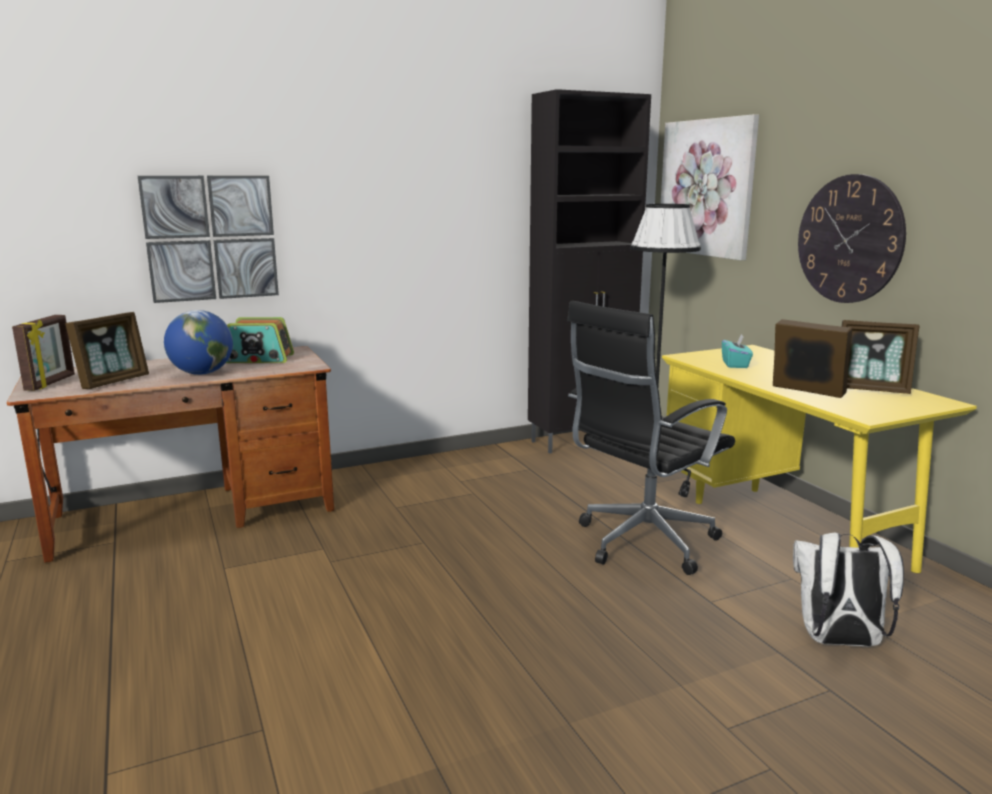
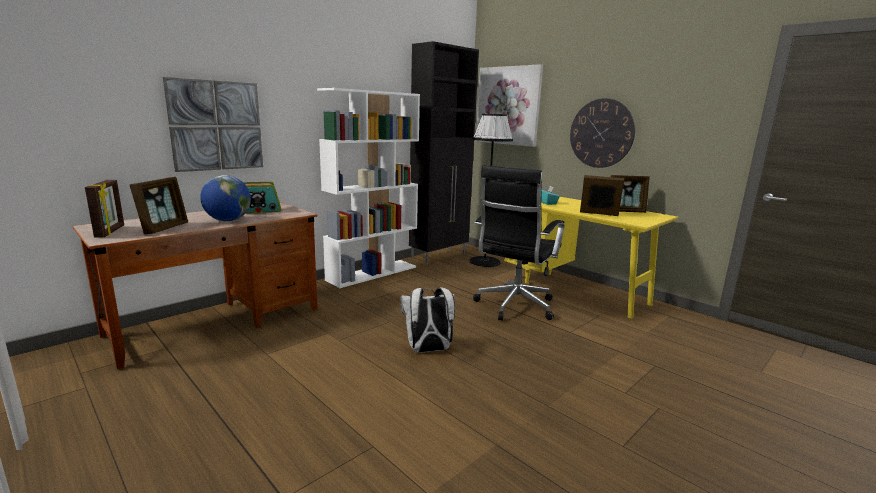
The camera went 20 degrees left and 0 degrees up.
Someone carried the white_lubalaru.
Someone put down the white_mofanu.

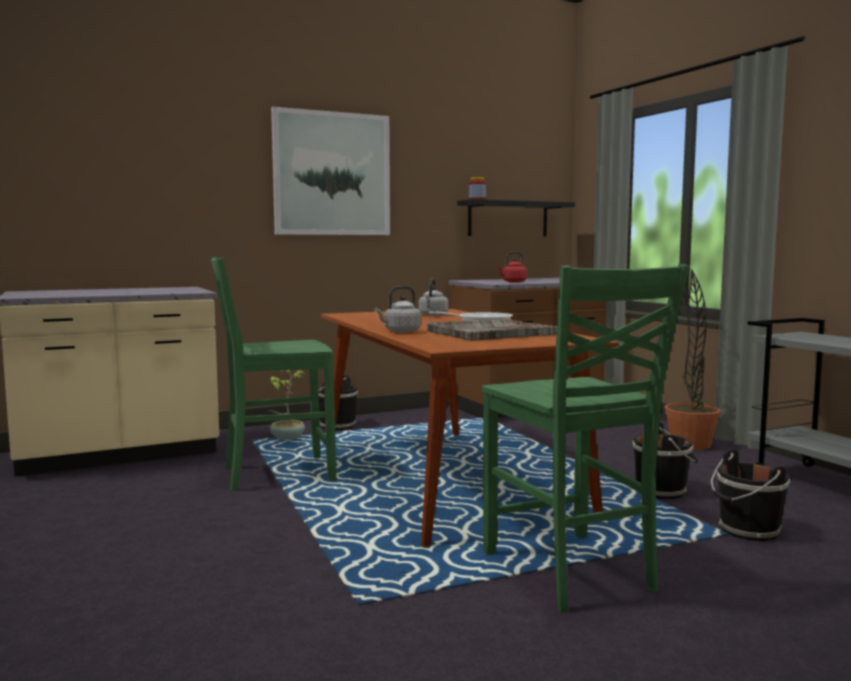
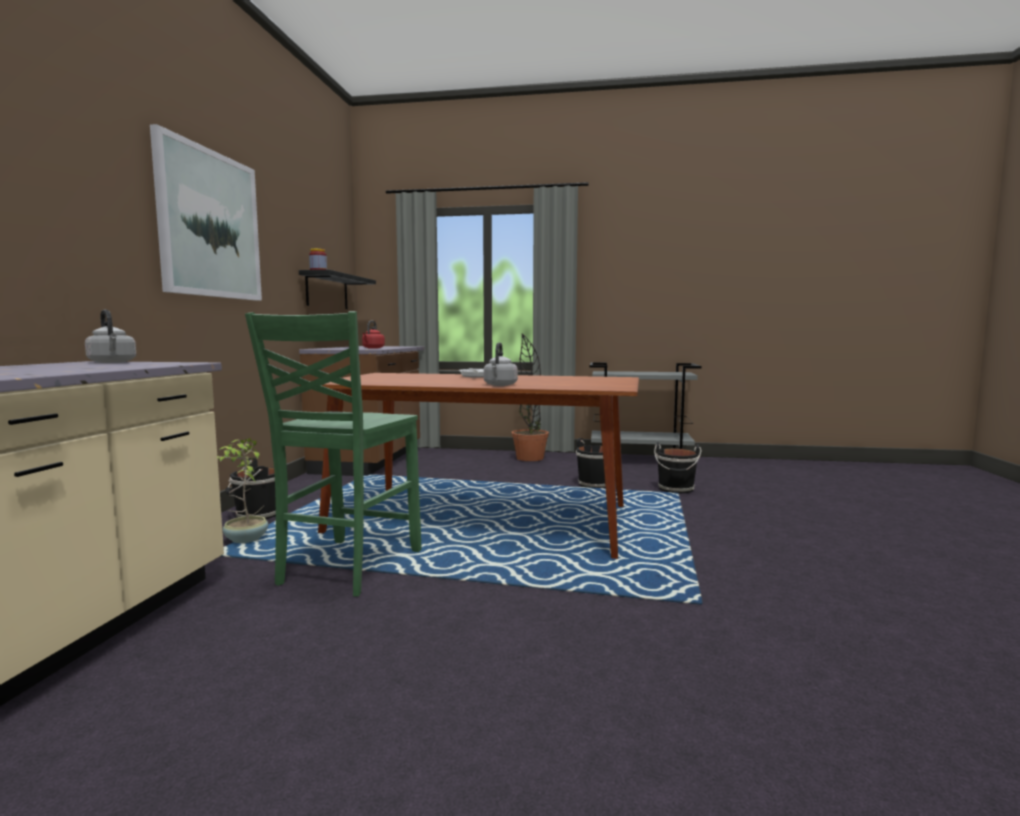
The camera went 55 degrees left and 0 degrees up.
Someone took away the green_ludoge (no. 2 from left).
Someone carried the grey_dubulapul (no. 2 from left in the first image).
Someone took away the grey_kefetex.

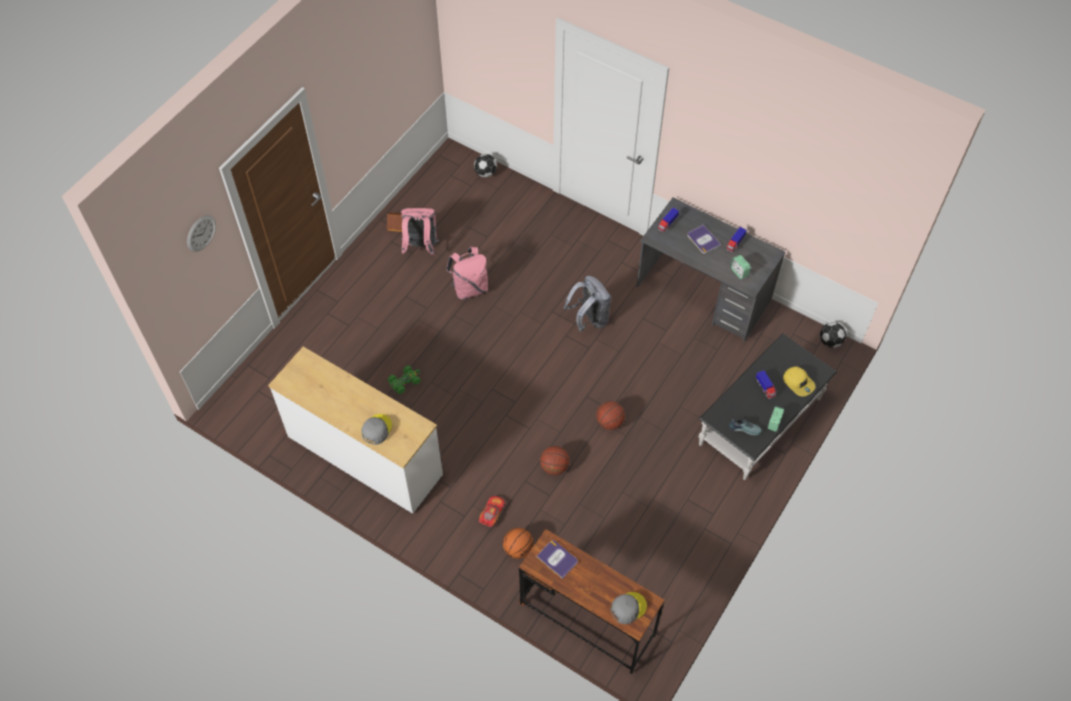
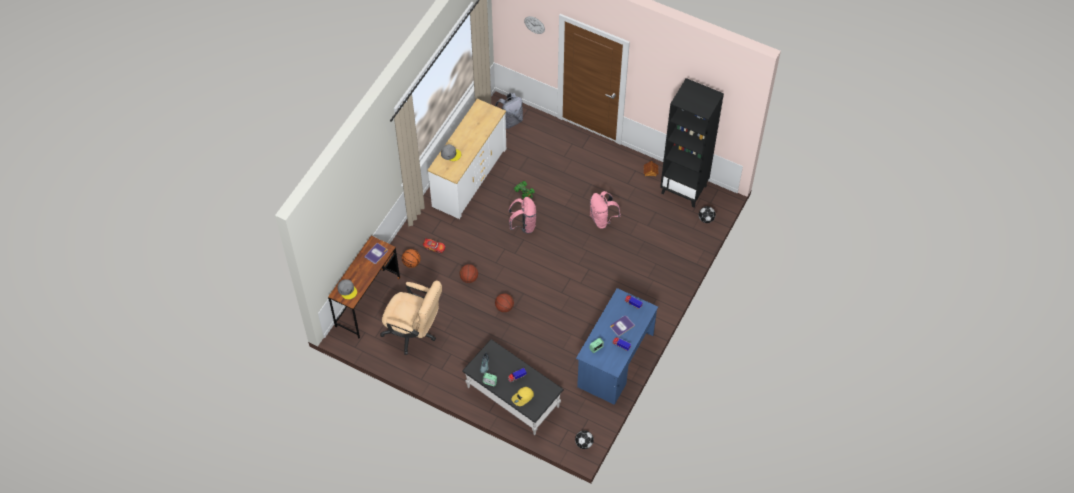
The camera went 85 degrees right and 0 degrees up.
Someone repainted the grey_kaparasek, which became the blue_kaparasek.
Someone carried the pink_lubalaru (no. 1 from left).
Someone carried the grey_lubalaru.
Someone put down the black_mofanu.
Someone put down the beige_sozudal.

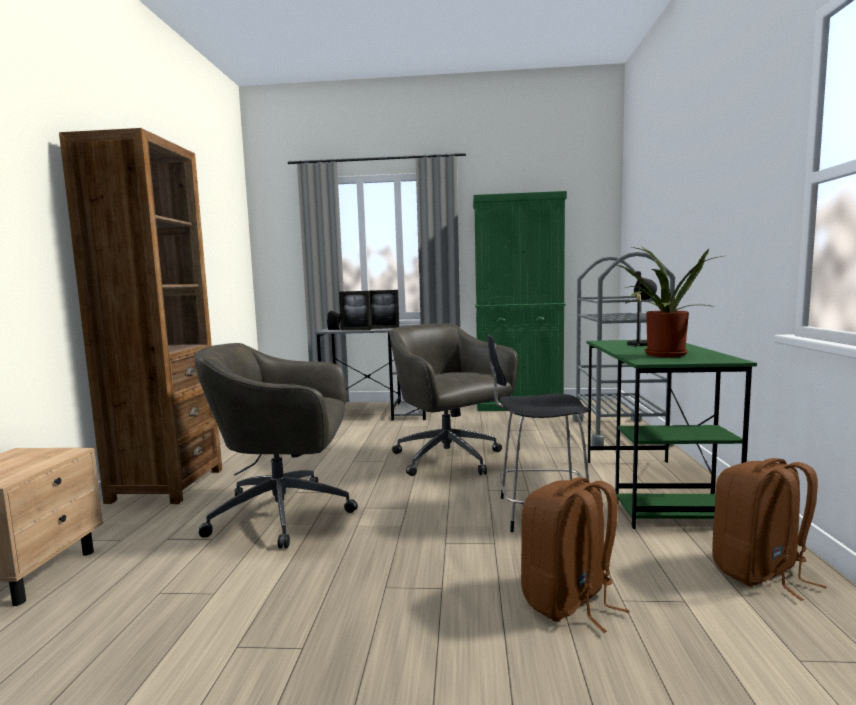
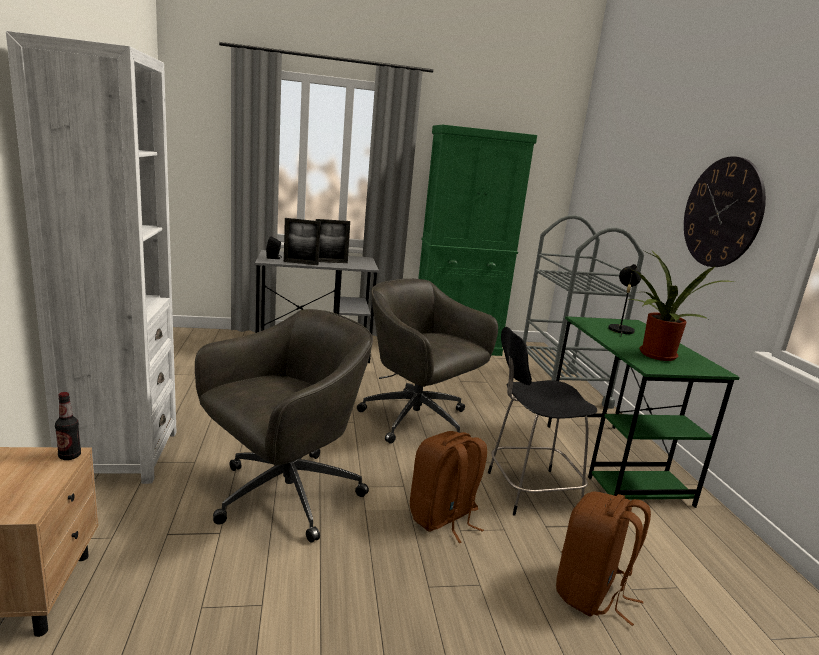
The camera went 15 degrees left and 10 degrees up.
Someone repainted the brown_mofanu, which became the white_mofanu.
Someone rotated the grey_sozudal (no. 1 from left) by 150 degrees clockwise.
Someone carried the brown_lubalaru (no. 2 from left in the first image).
Someone put up the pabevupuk.
Someone put down the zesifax.

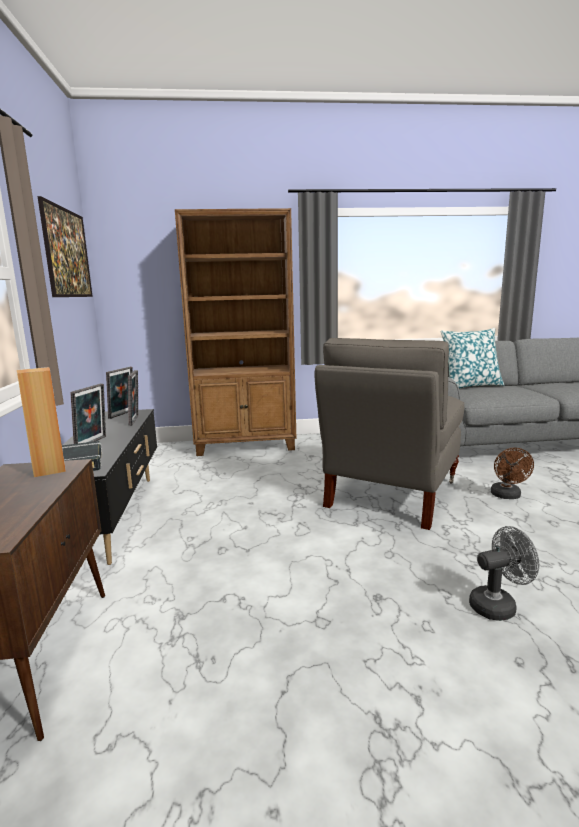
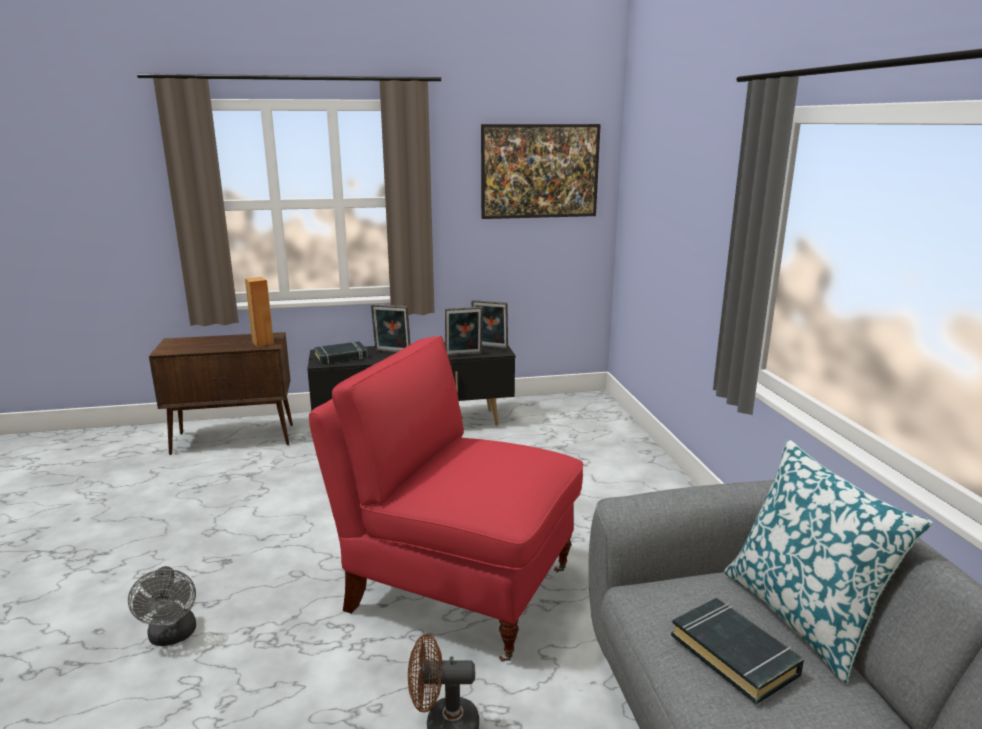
The camera went 85 degrees right and 5 degrees up.
Someone took away the brown_mofanu.
Someone repainted the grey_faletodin, which became the red_faletodin.
Someone put down the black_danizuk (no. 2 from left).

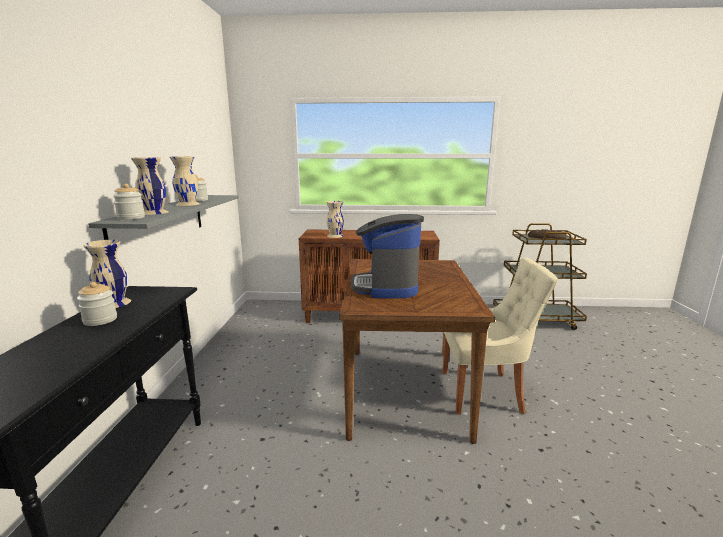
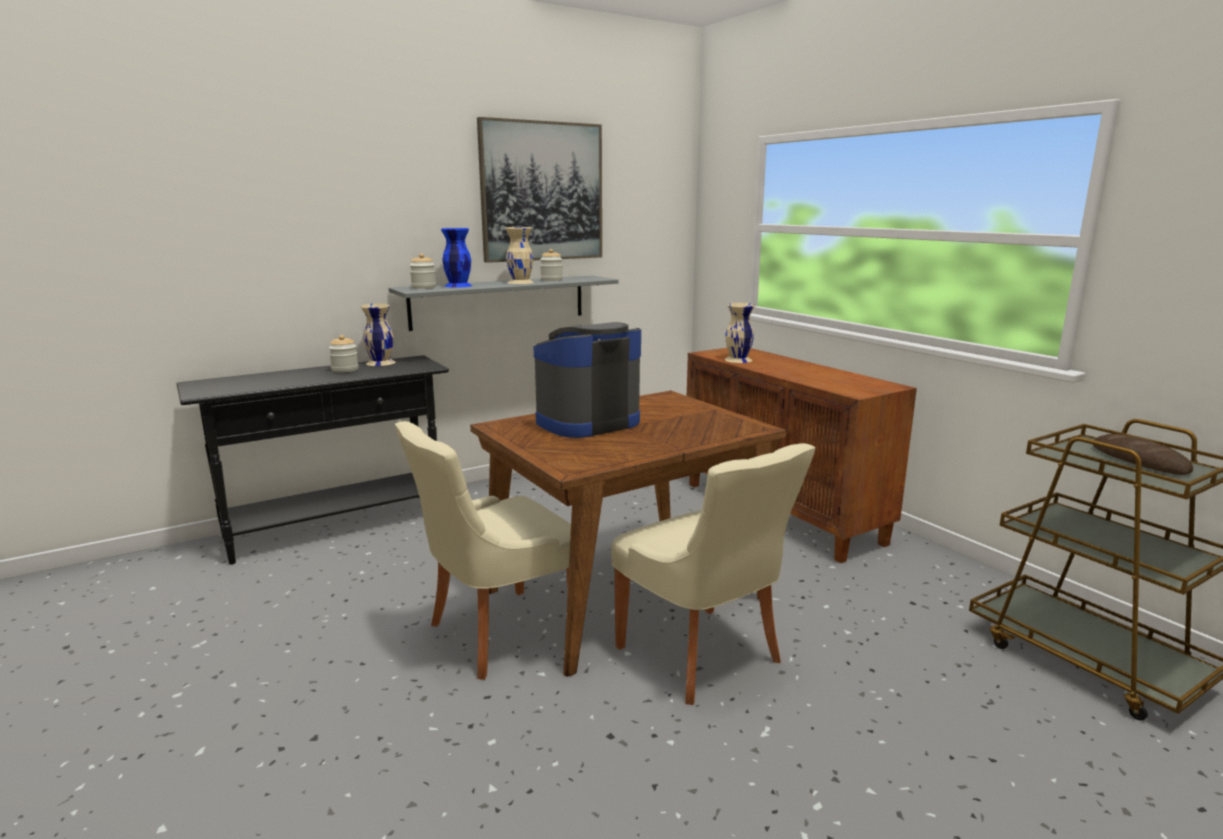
The camera went 55 degrees right and 0 degrees up.
Someone repainted the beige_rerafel (no. 2 from left), which became the blue_rerafel.
Someone put up the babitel.
Someone put down the beige_ludoge (no. 1 from left).

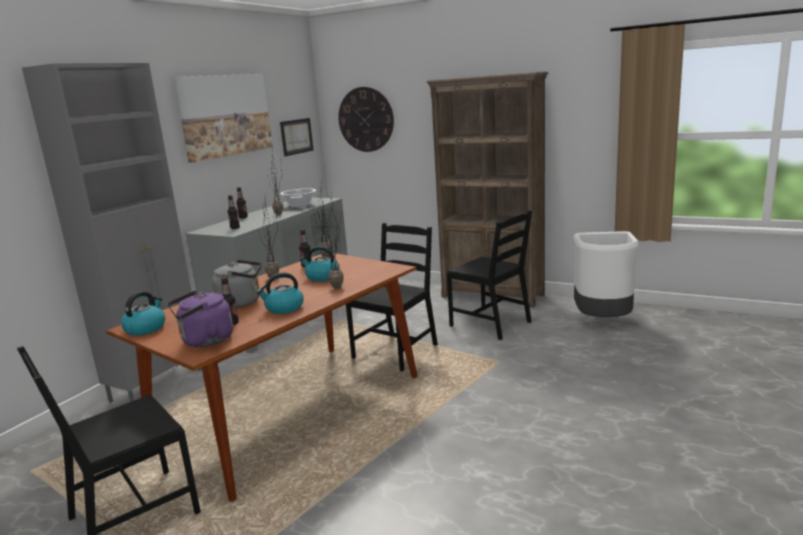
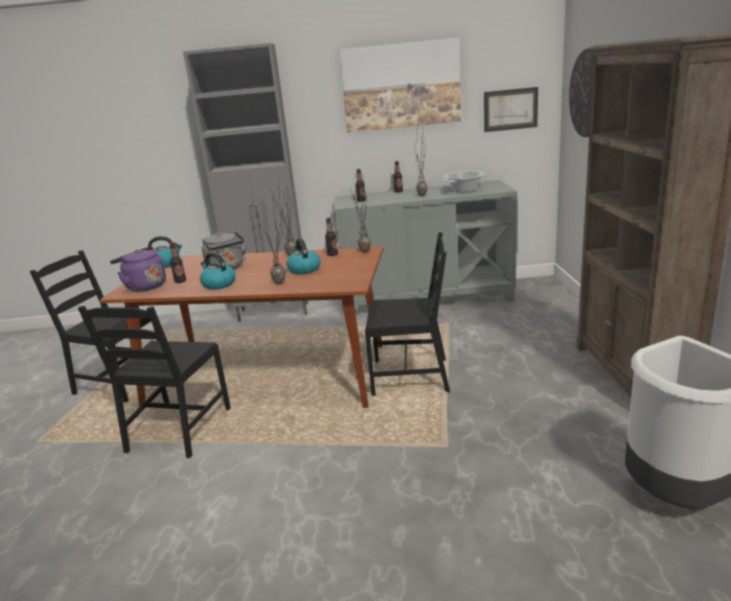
The camera went 60 degrees right and 5 degrees up.
Someone carried the black_ludoge (no. 3 from left in the first image).

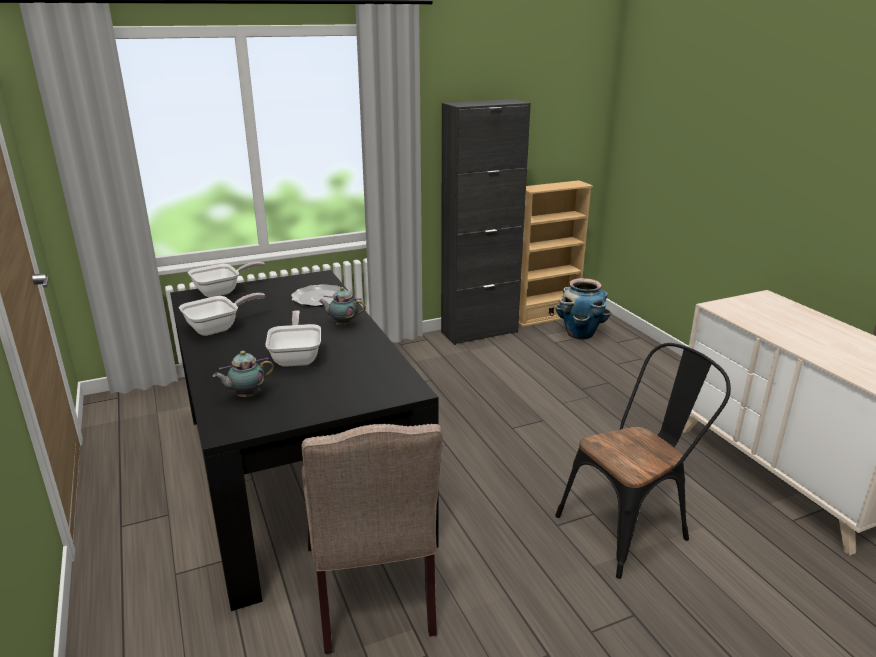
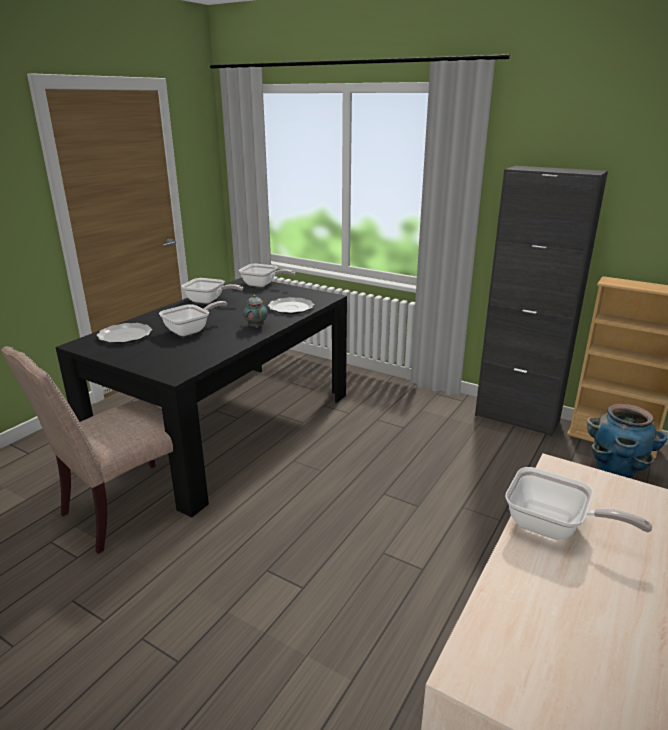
The camera went 55 degrees right and 0 degrees up.
Someone took away the black_ludoge.
Someone swapped the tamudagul (no. 1 from left) for the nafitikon (no. 1 from left).
Someone put down the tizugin (no. 4 from left).

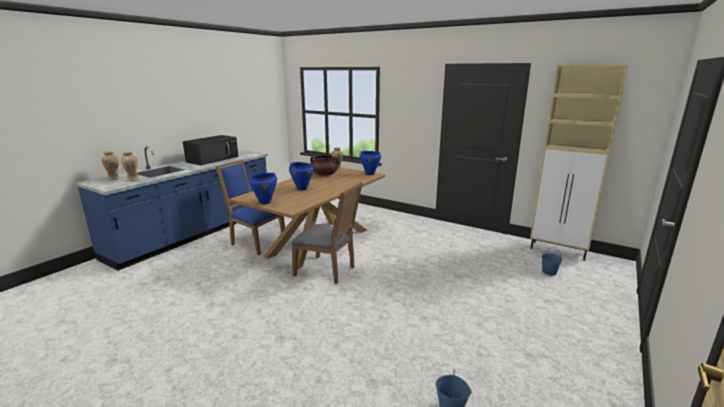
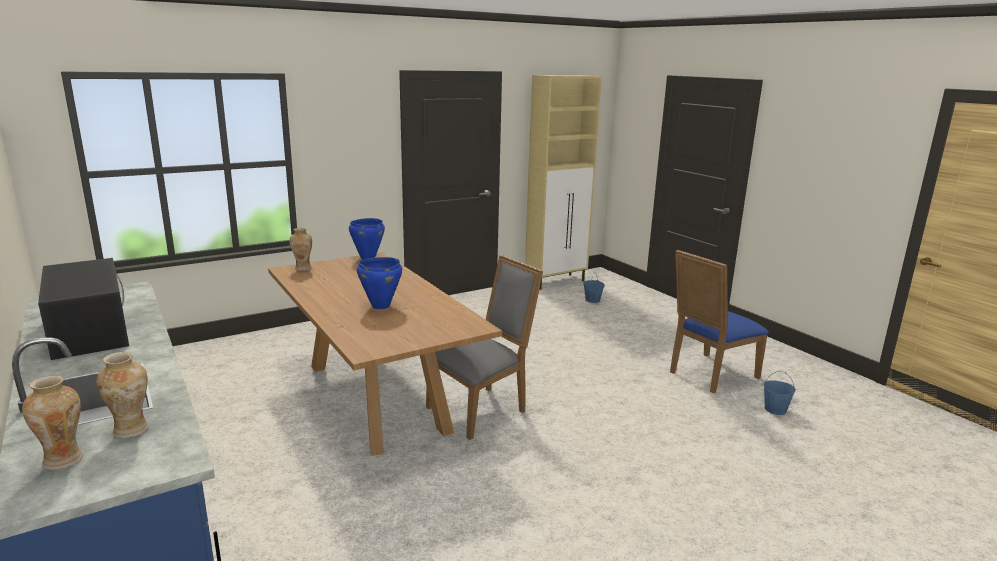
The camera went 65 degrees left and 0 degrees up.
Someone took away the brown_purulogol.
Someone carried the blue_ludoge.
Someone took away the blue_purulogol (no. 1 from left).

